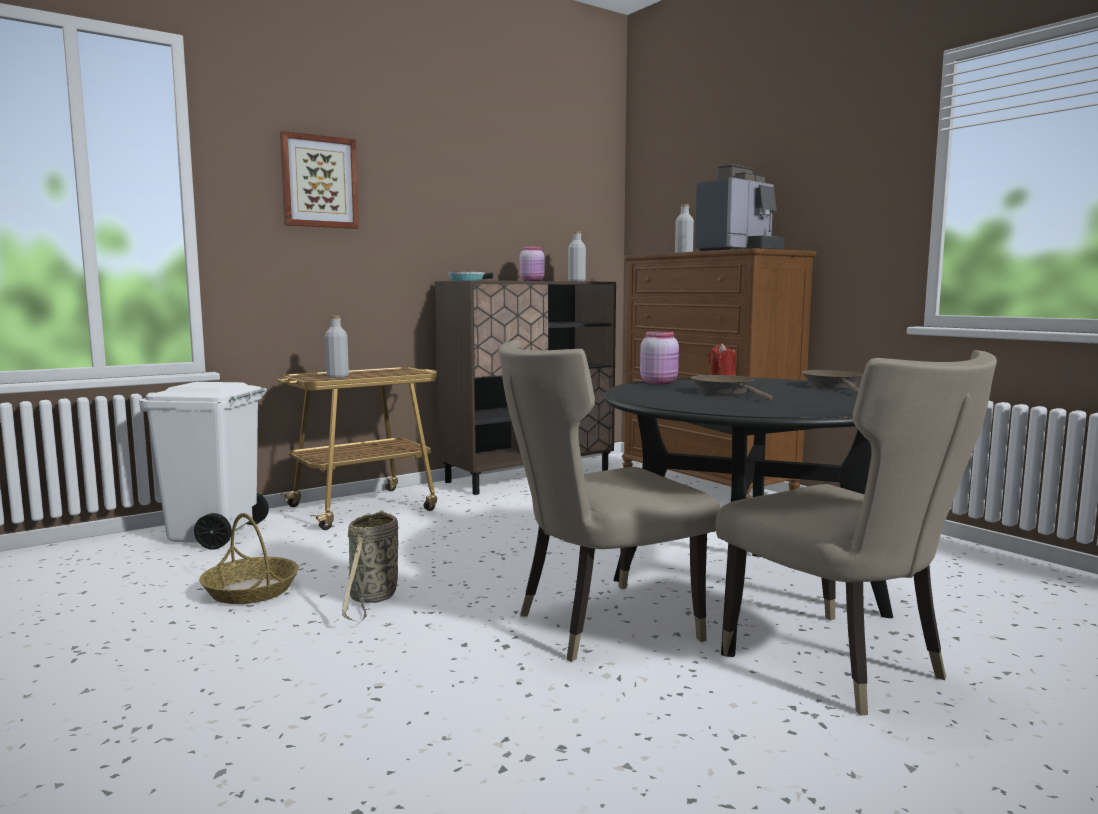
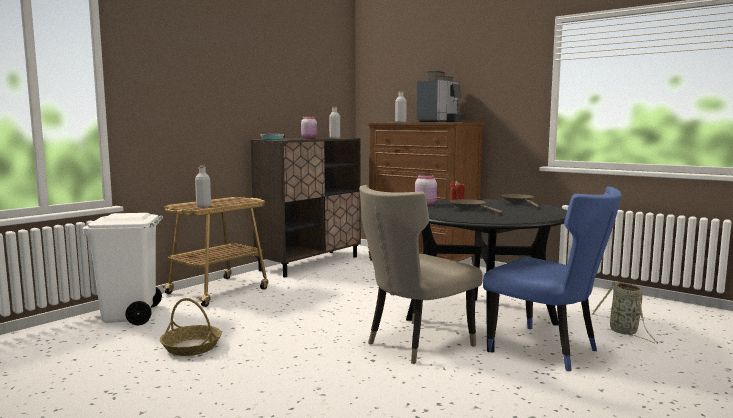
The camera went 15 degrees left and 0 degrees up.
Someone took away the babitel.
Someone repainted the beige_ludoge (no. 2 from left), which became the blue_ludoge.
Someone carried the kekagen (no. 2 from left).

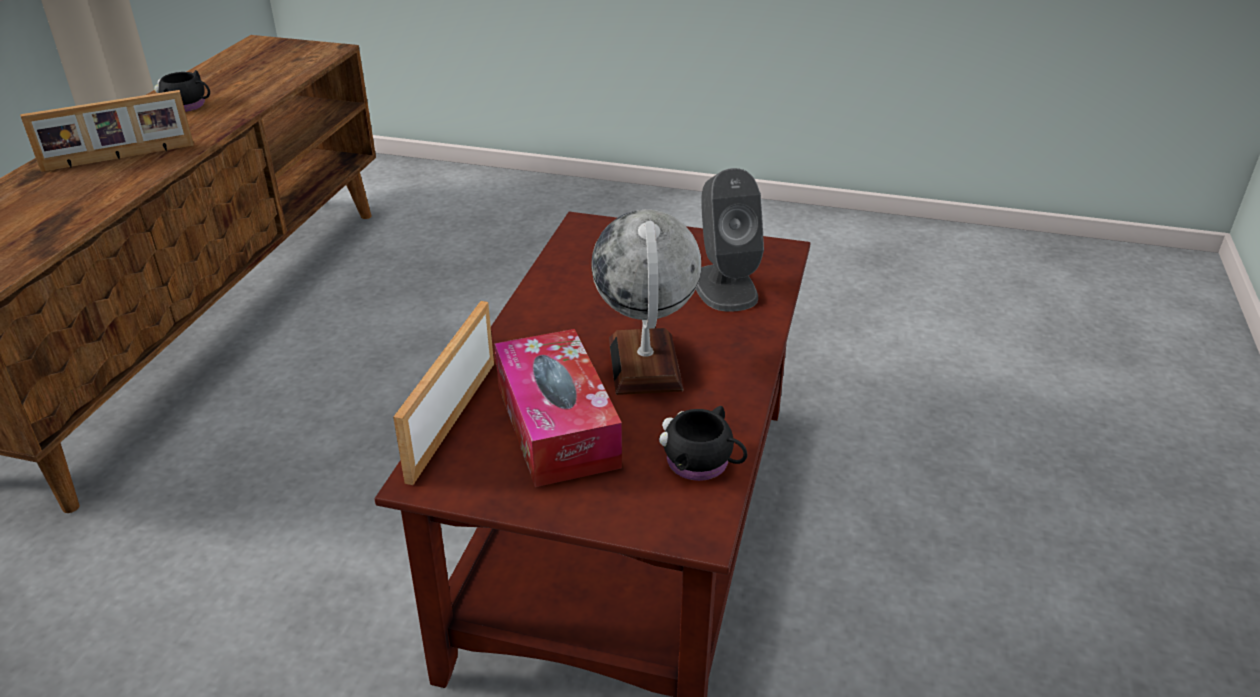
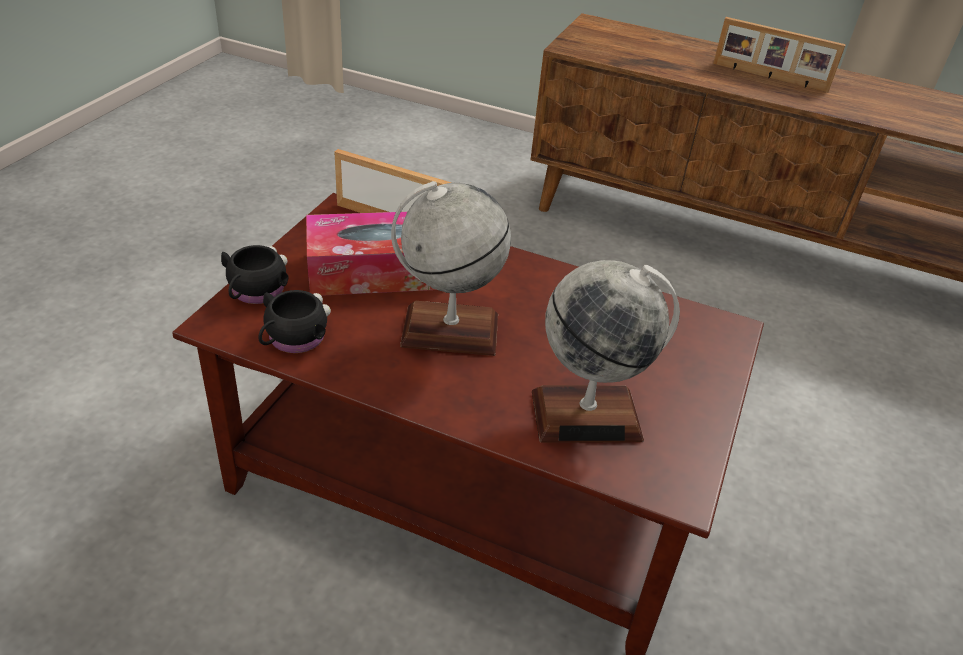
The camera went 95 degrees right and 5 degrees up.
Someone carried the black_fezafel (no. 1 from left).
Someone rotated the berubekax (no. 1 from left in the first image) by 45 degrees counterclockwise.
Someone swapped the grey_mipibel for the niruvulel (no. 2 from left).

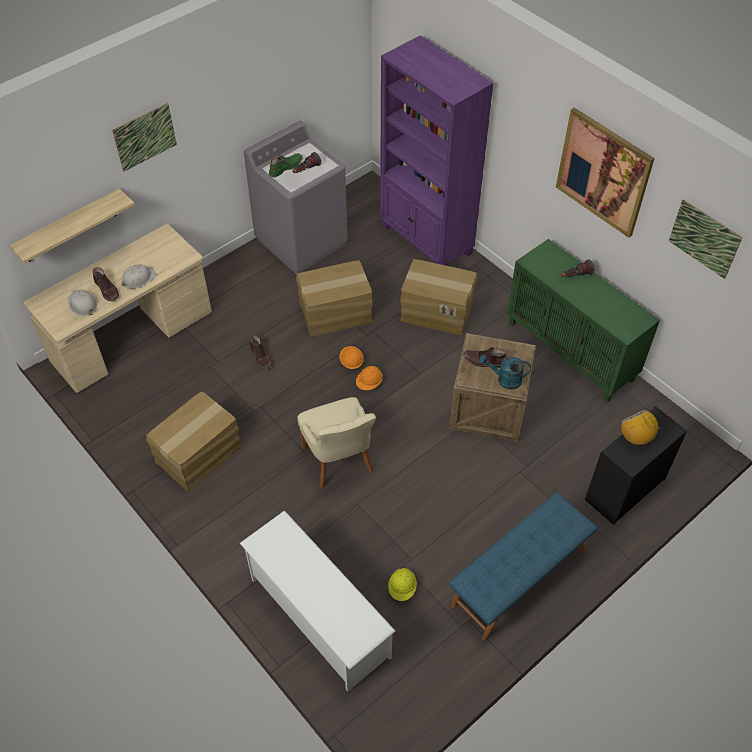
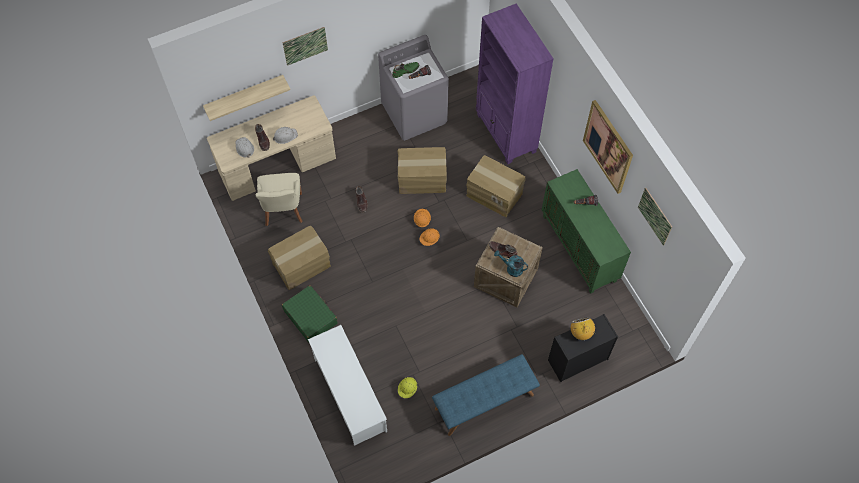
The camera went 15 degrees right and 10 degrees up.
Someone carried the beige_ludoge.
Someone put down the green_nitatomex.

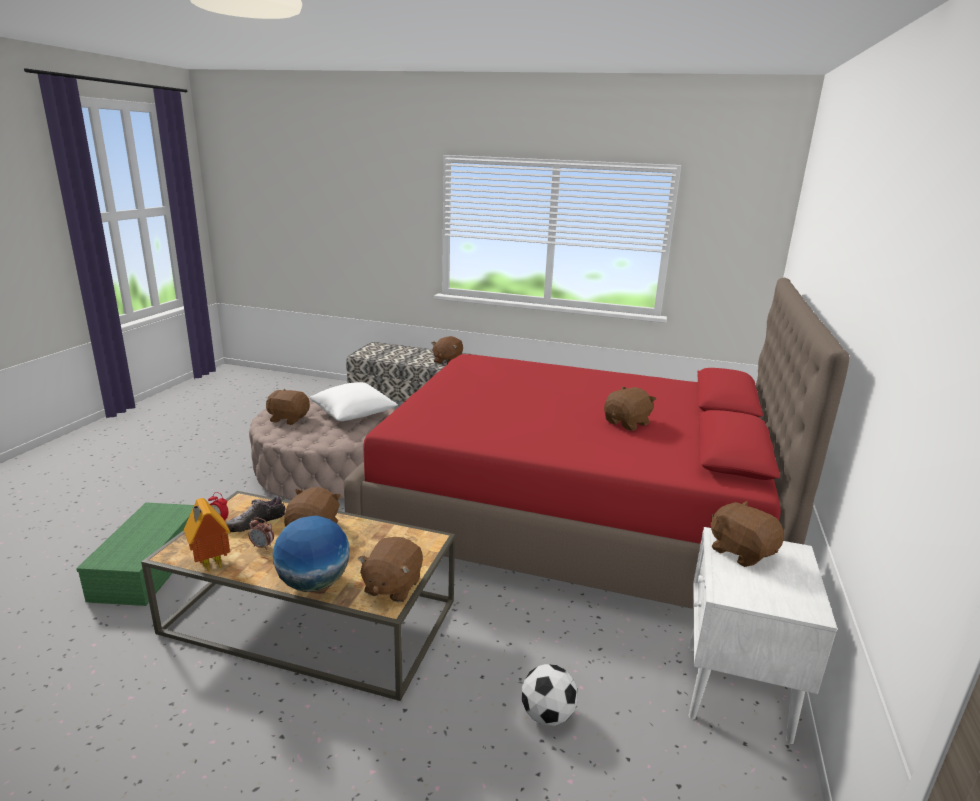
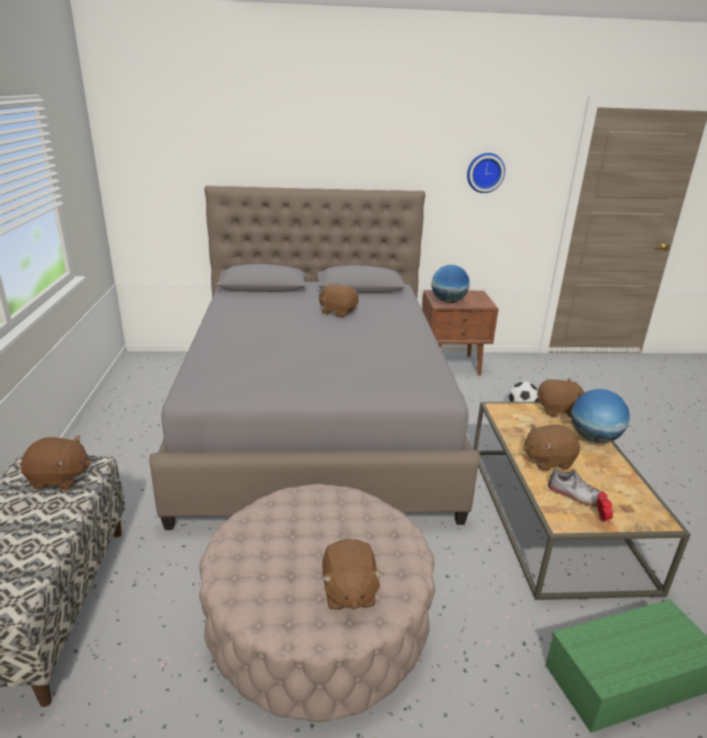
The camera went 110 degrees left and 5 degrees up.
Someone repainted the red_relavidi, which became the grey_relavidi.
Someone took away the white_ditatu.
Someone took away the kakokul.
Someone swapped the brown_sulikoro (no. 6 from left) for the niruvulel (no. 1 from left).
Someone took away the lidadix (no. 2 from left).
Someone repainted the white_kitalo, which became the brown_kitalo.
Someone put up the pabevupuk.

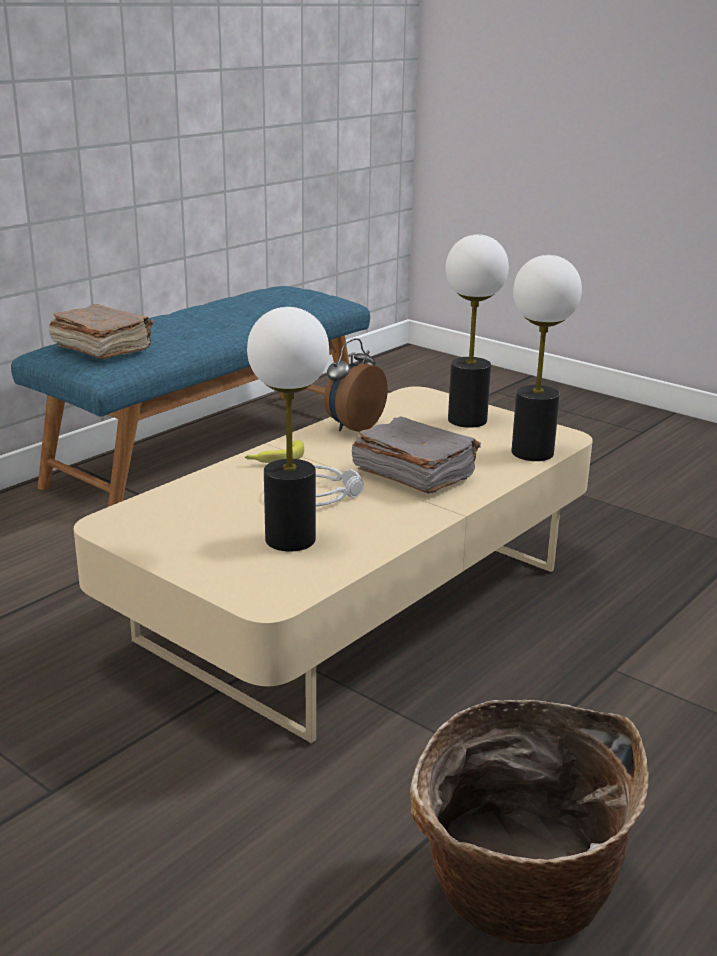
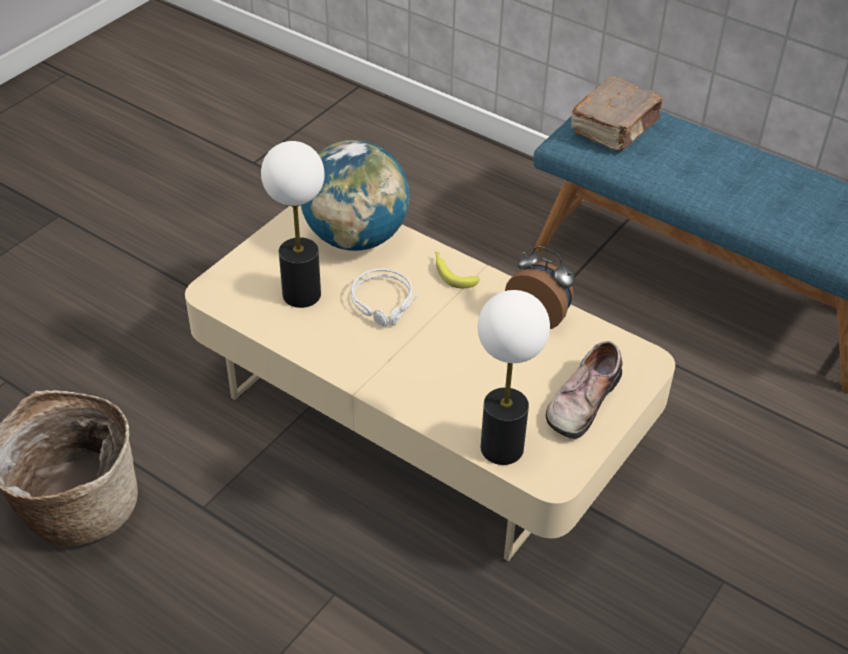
The camera went 85 degrees right and 20 degrees up.
Someone swapped the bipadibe (no. 2 from left) for the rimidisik.
Someone took away the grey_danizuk.
Someone put down the niruvulel.

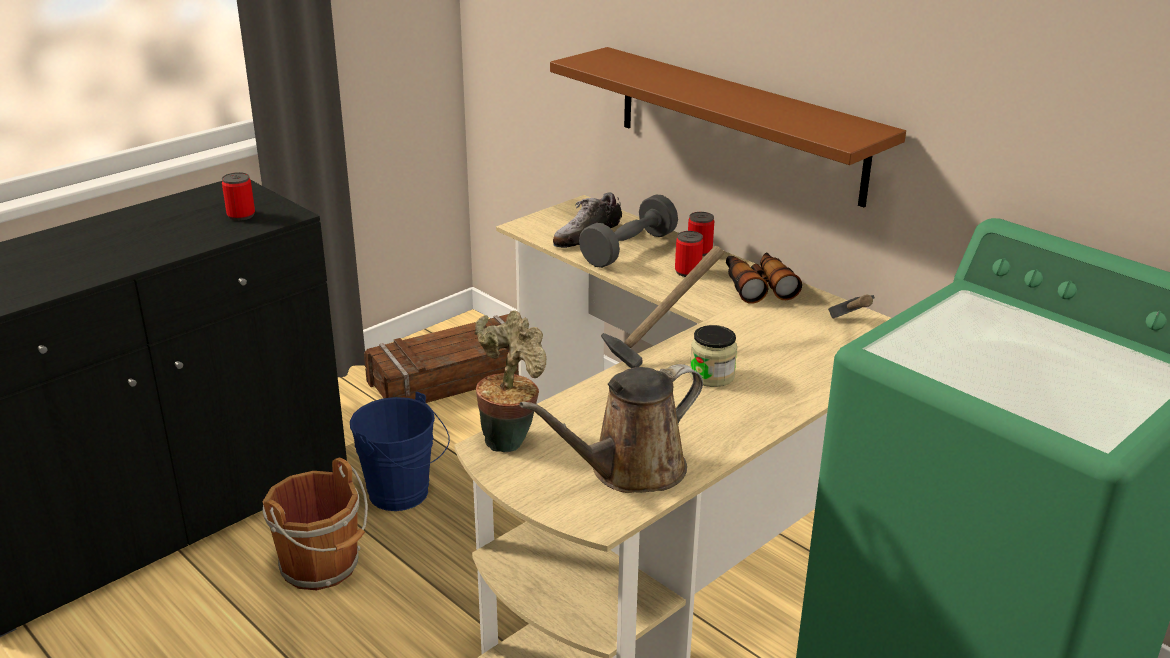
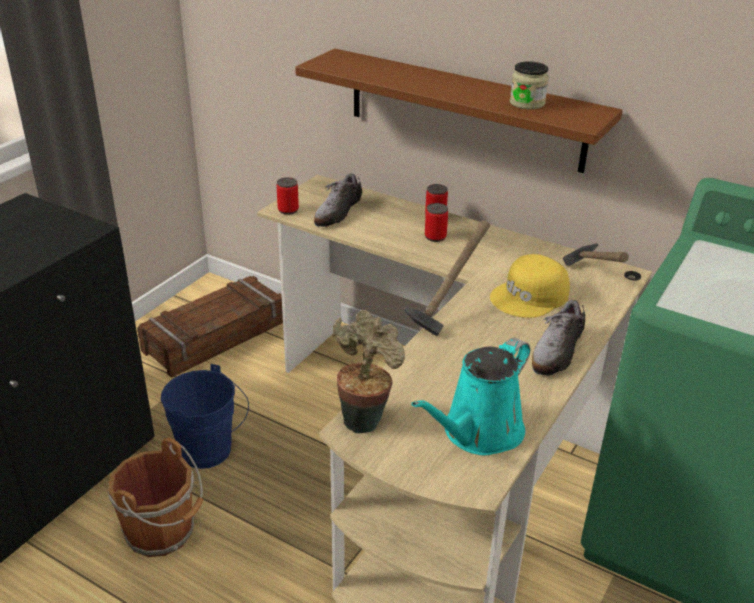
The camera went 15 degrees left and 5 degrees up.
Someone carried the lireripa (no. 1 from left).
Someone took away the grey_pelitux.
Someone took away the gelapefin.
Someone carried the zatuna.
Someone repainted the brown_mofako, which became the turquoise_mofako.
Someone put down the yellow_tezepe.
Someone put down the rimidisik (no. 2 from left).

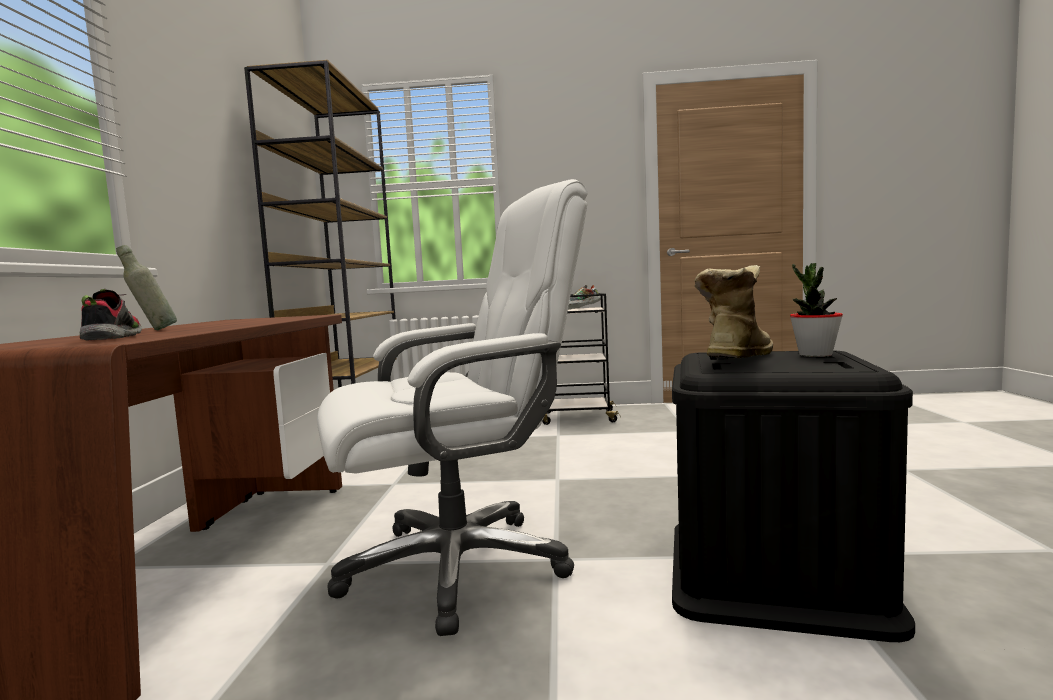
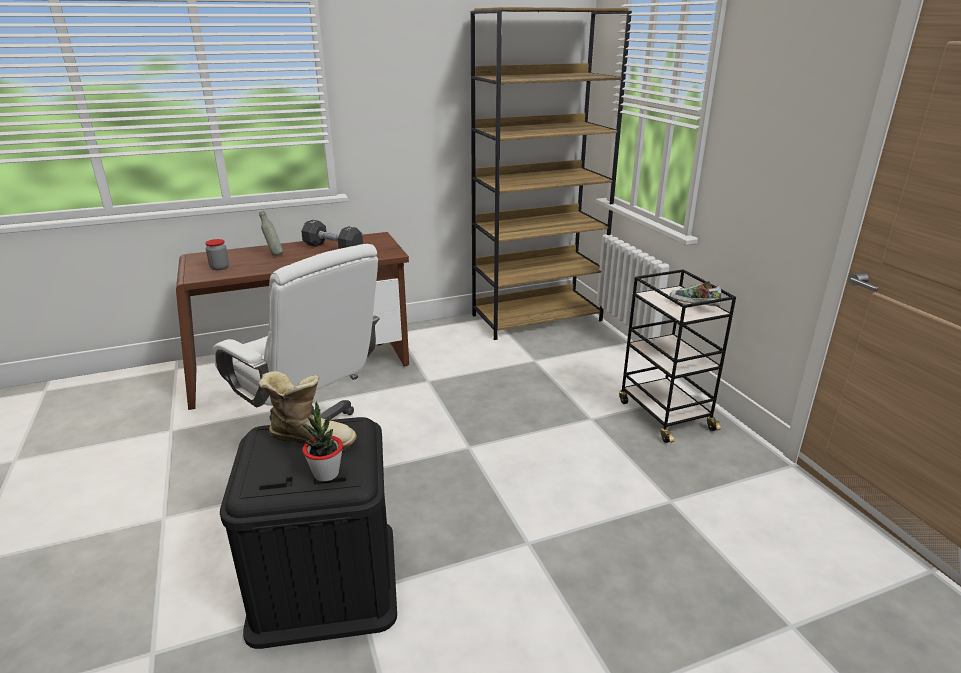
The camera went 65 degrees right and 20 degrees up.
Someone swapped the rimidisik (no. 1 from left) for the zatuna.
Someone put down the black_pelitux.

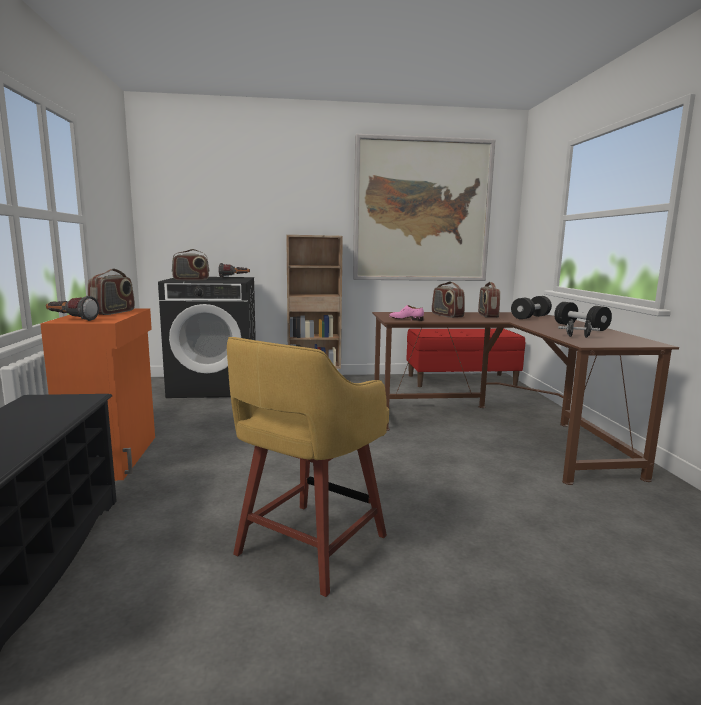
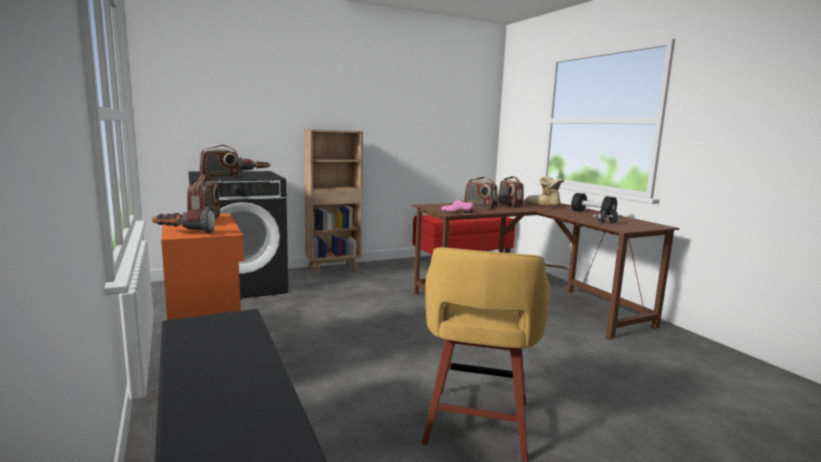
The camera went 20 degrees left and 0 degrees up.
Someone took away the babitel.
Someone swapped the black_pelitux (no. 1 from left) for the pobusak.

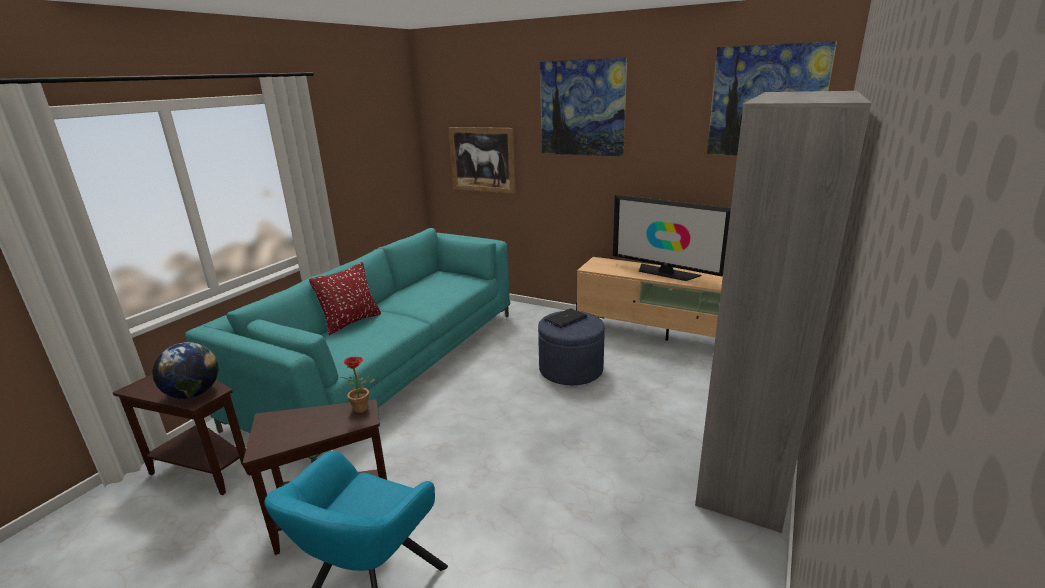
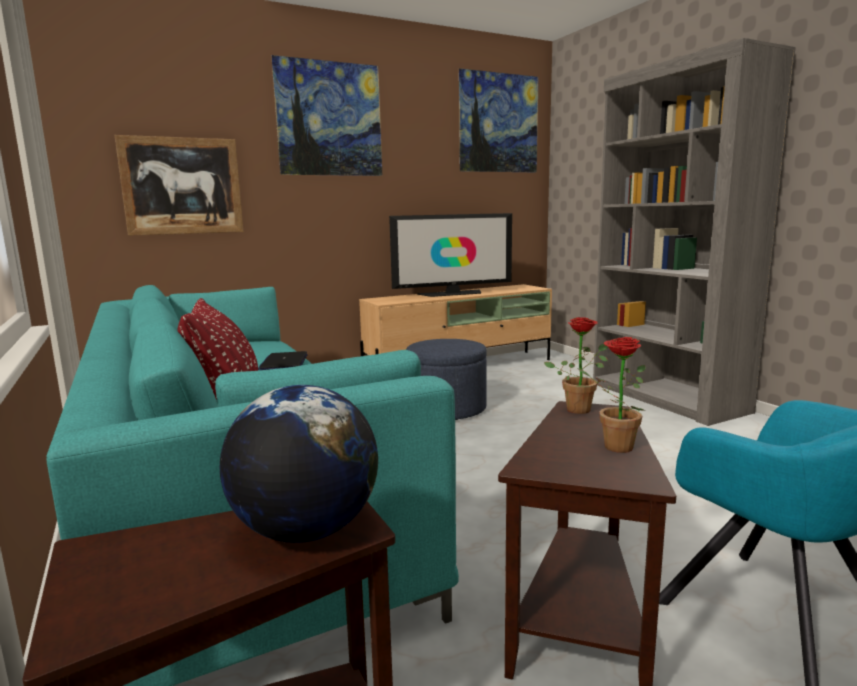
The camera went 55 degrees left and 10 degrees down.
Someone carried the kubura.
Someone put down the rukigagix (no. 2 from left).

